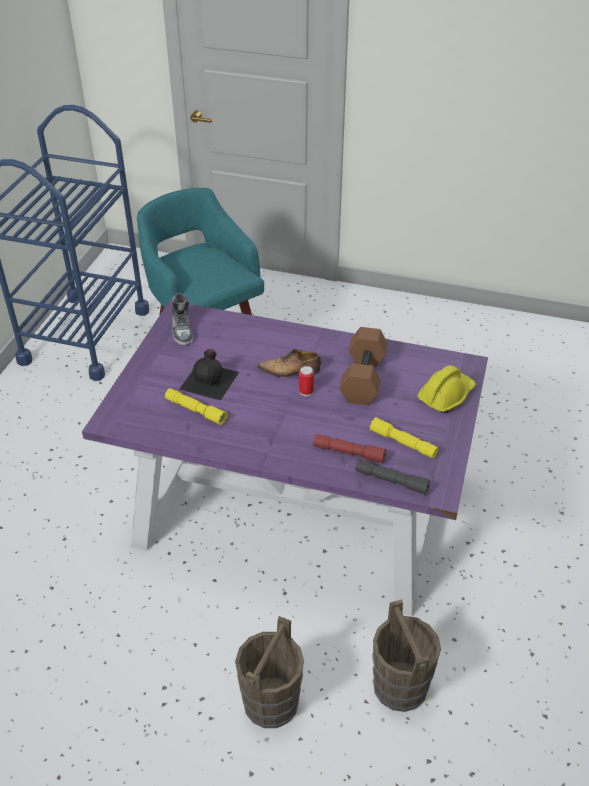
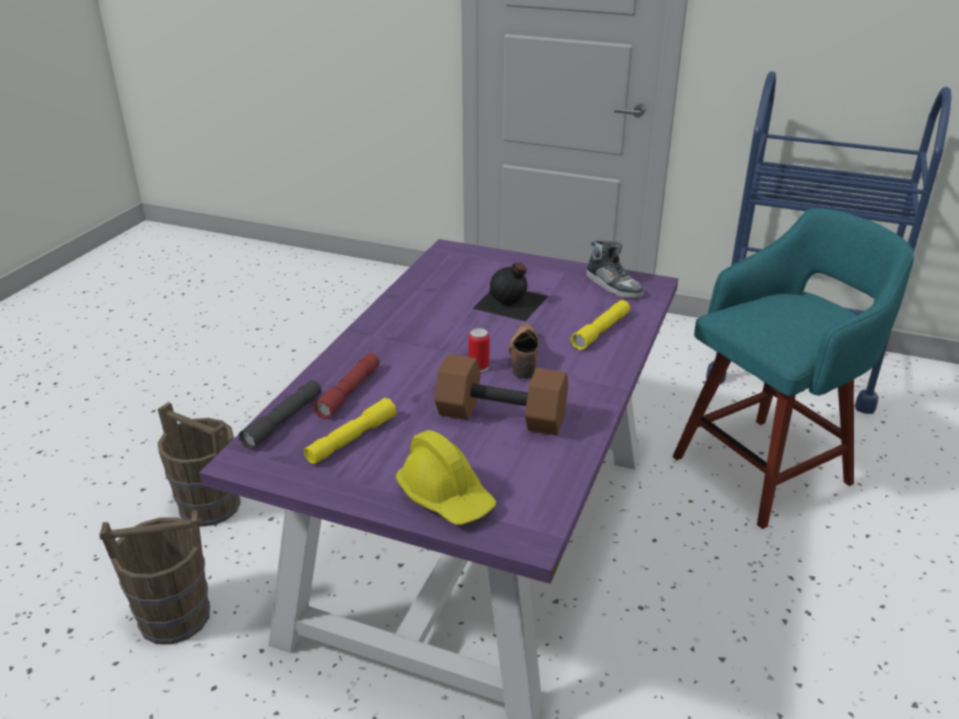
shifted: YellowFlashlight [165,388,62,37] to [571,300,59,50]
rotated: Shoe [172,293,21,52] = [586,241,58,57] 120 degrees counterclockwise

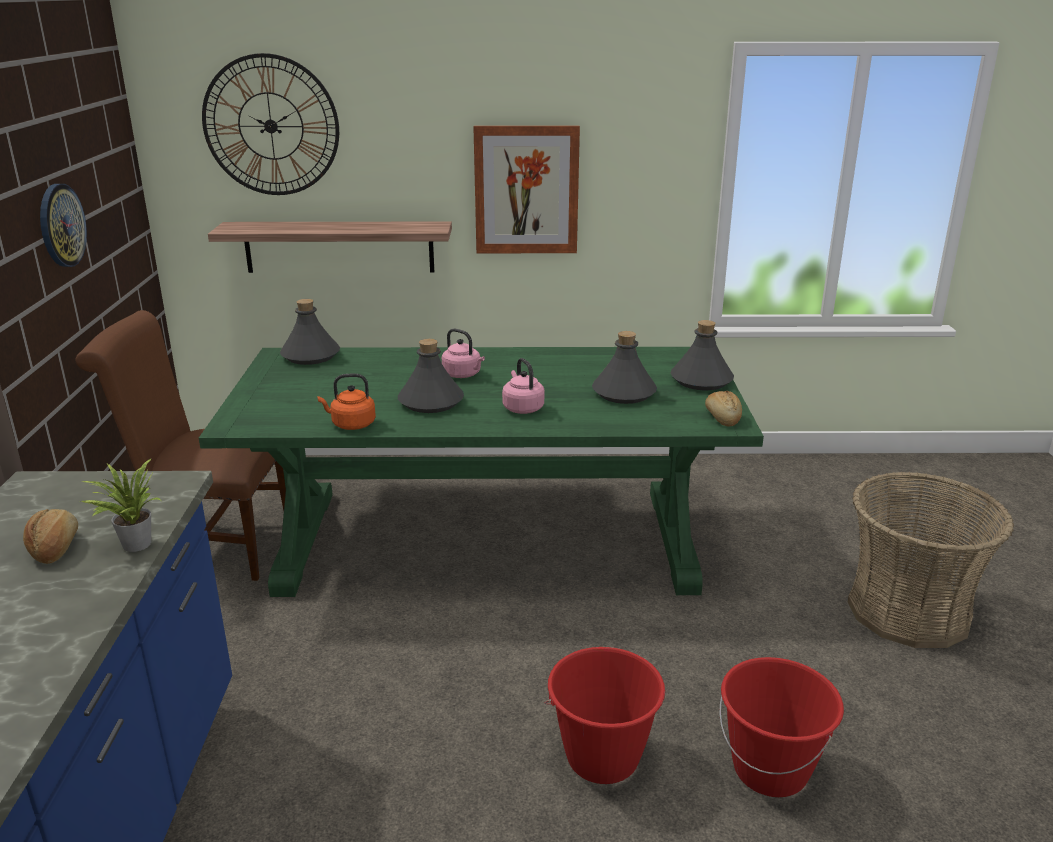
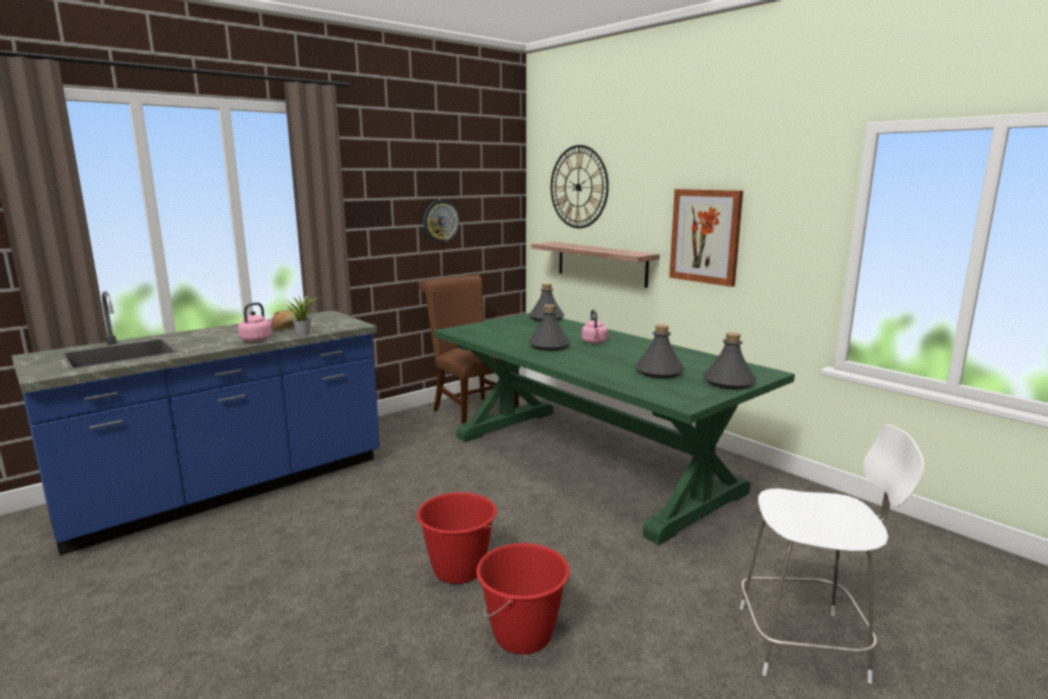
gone: OrangeKettle [317,374,59,56]; Bread [705,391,37,36]
shifted: PinkKettle [502,358,42,56] to [238,303,37,39]
swapped: Basket [848,471,166,177] to WhiteStool [740,424,184,260]

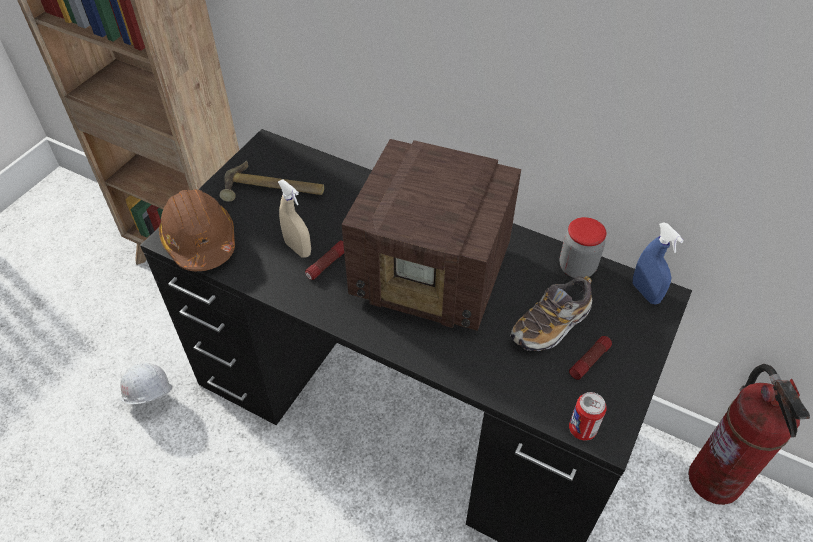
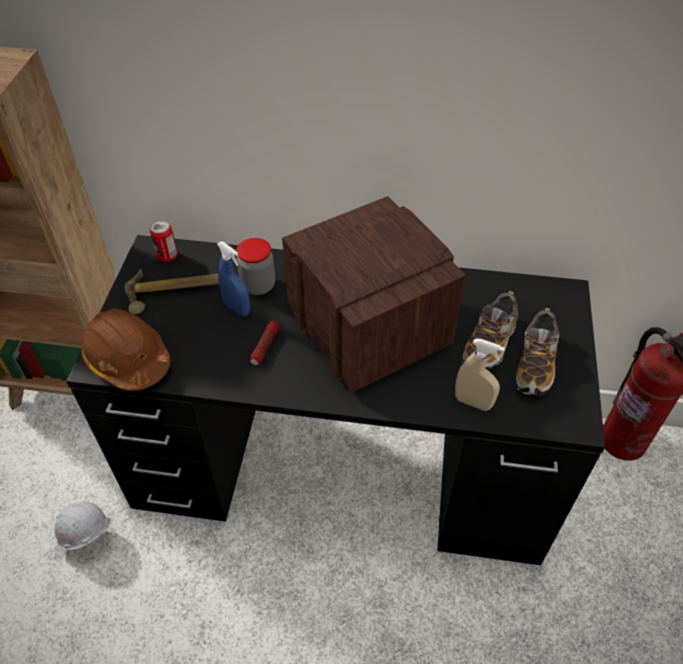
shifted: BeigeSprayBottle [278,180,33,78] to [455,339,50,72]; Jar [559,217,48,61] to [236,238,39,57]; Can [569,392,38,49] to [150,221,28,41]; BlueSprayBottle [633,222,51,83] to [217,241,33,75]
swapped: Flashlight [569,336,43,44] to Shoe [516,308,44,88]
rotated: Radio [341,139,180,192] = [282,196,184,197] 120 degrees counterclockwise

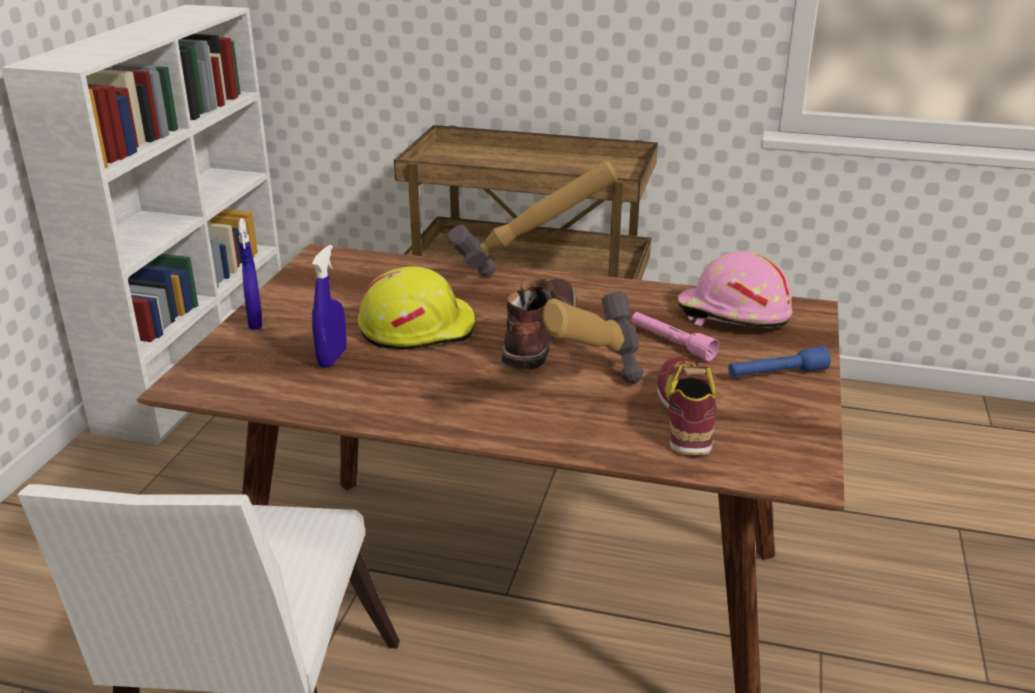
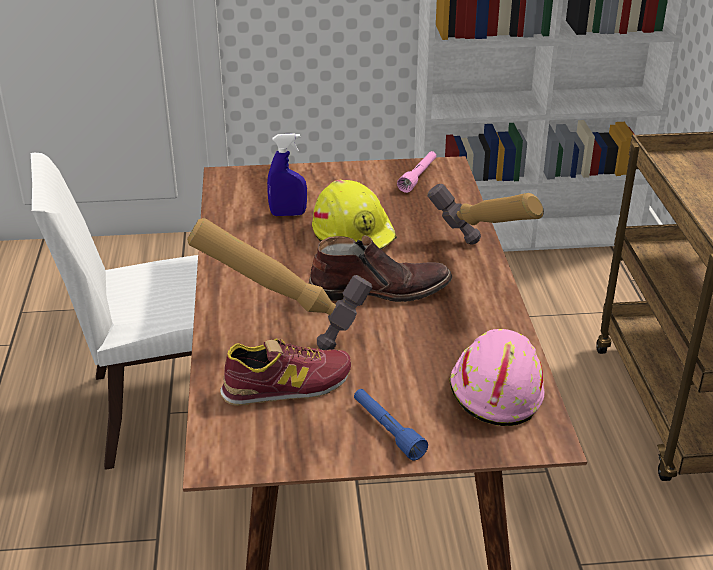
gone: BlueSprayBottle [238,218,24,112]
shifted: PinkFlashlight [632,312,87,49] to [397,151,39,42]

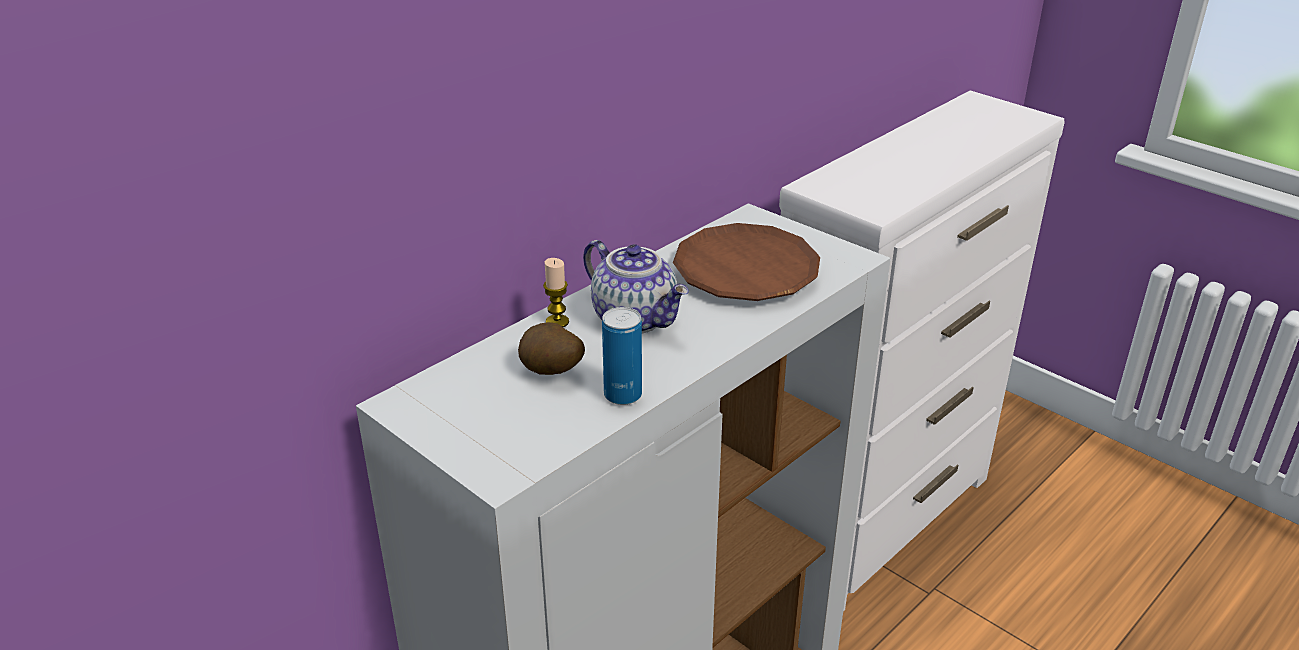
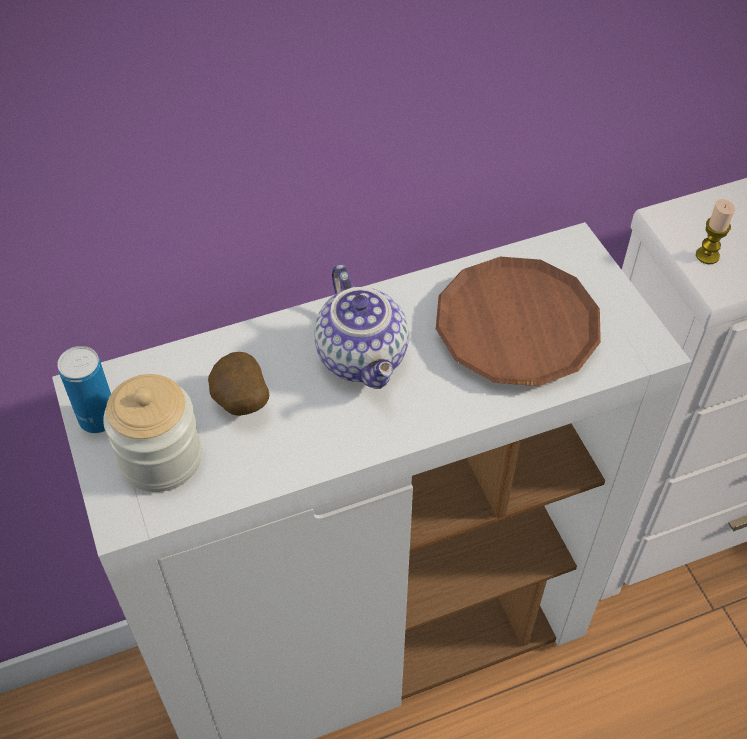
new: Jar [103,374,99,118]
shifted: Candle [543,258,26,69] to [696,199,39,65]; Can [602,307,40,98] to [57,346,54,87]

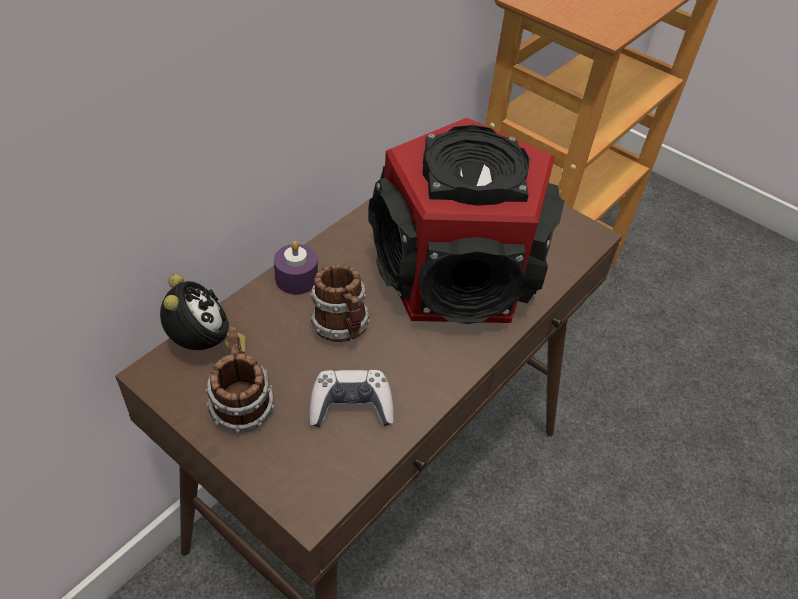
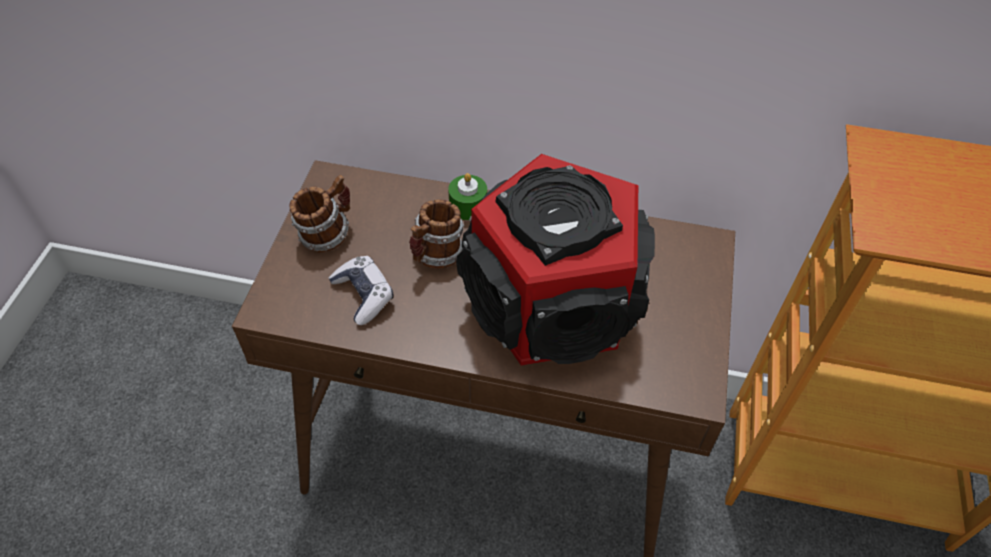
gone: AlarmClock [160,274,86,80]
repainted: PurpleCandle [274,241,44,54] to GreenCandle [448,173,39,47]

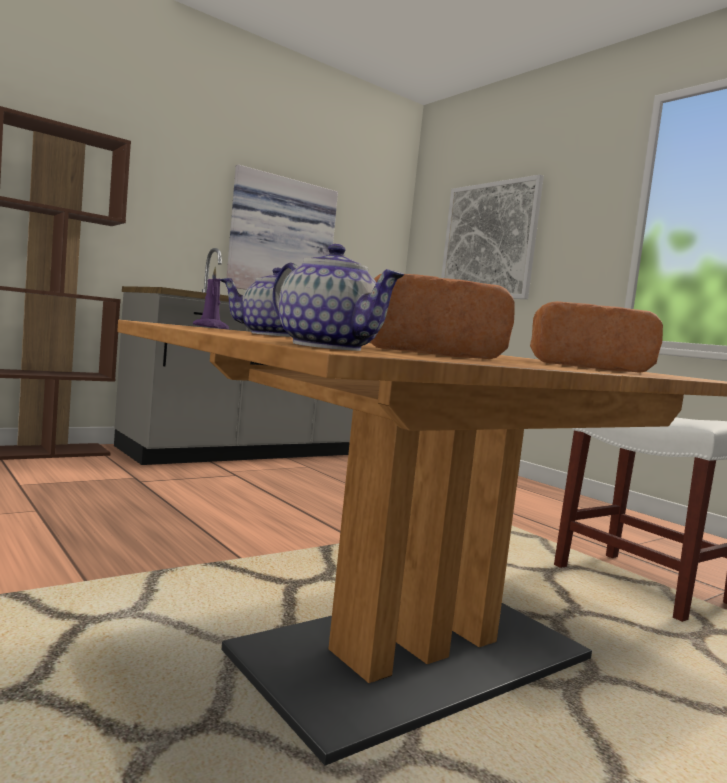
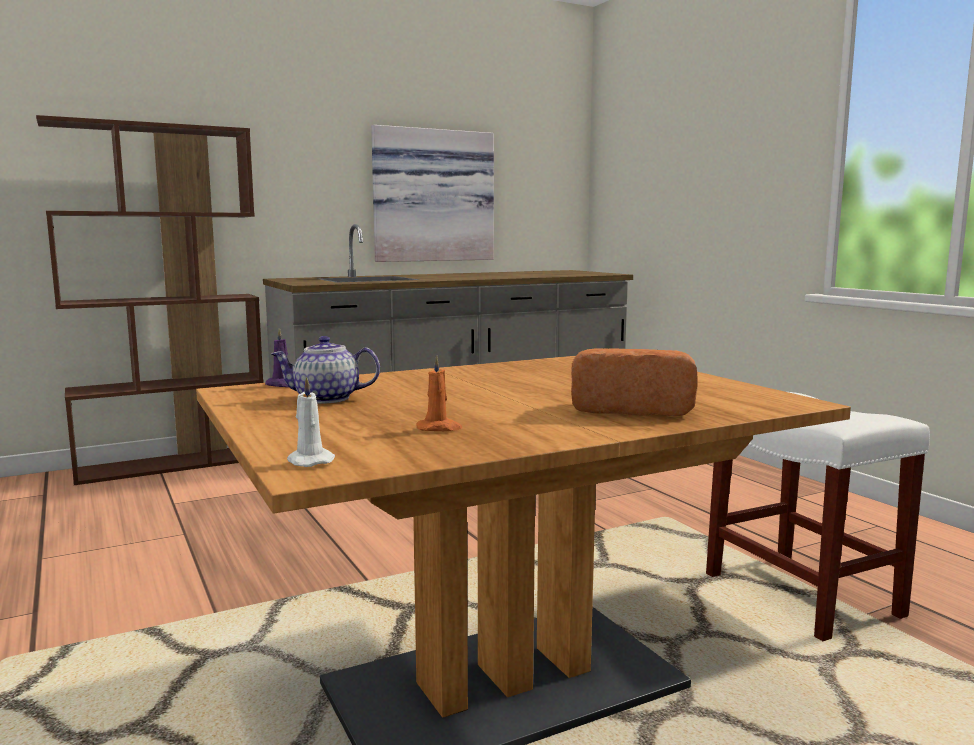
gone: Picture [441,175,103,124]
swapped: Teapot [272,244,133,107] to WhiteCandle [287,376,48,91]; Bread [370,274,144,85] to OrangeCandle [416,356,46,75]

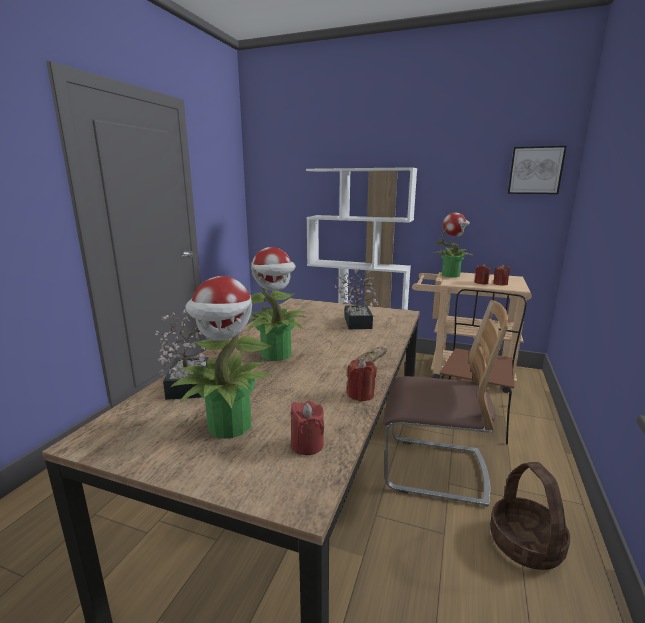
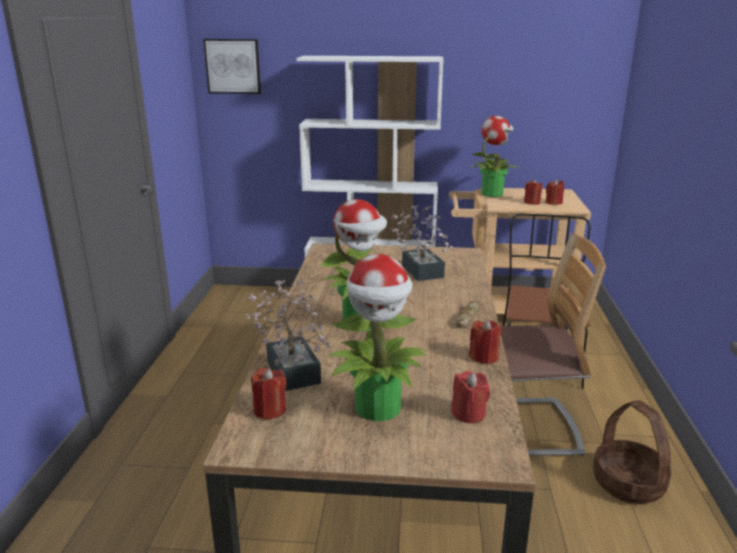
new: RedCandle [251,368,35,52]
shifted: Picture [508,146,58,48] to [203,39,58,55]

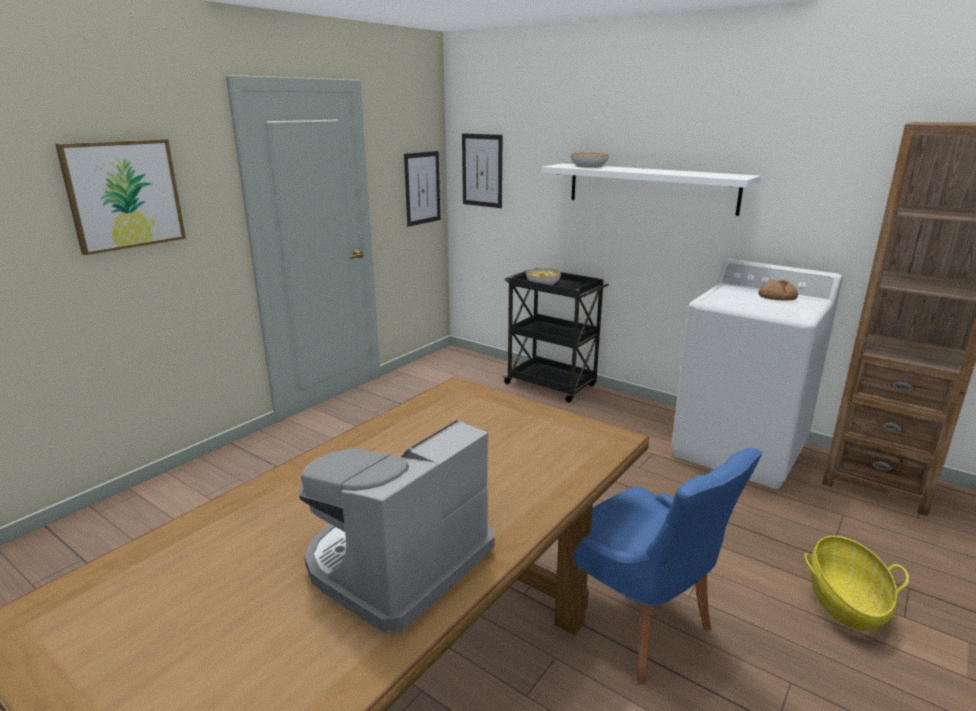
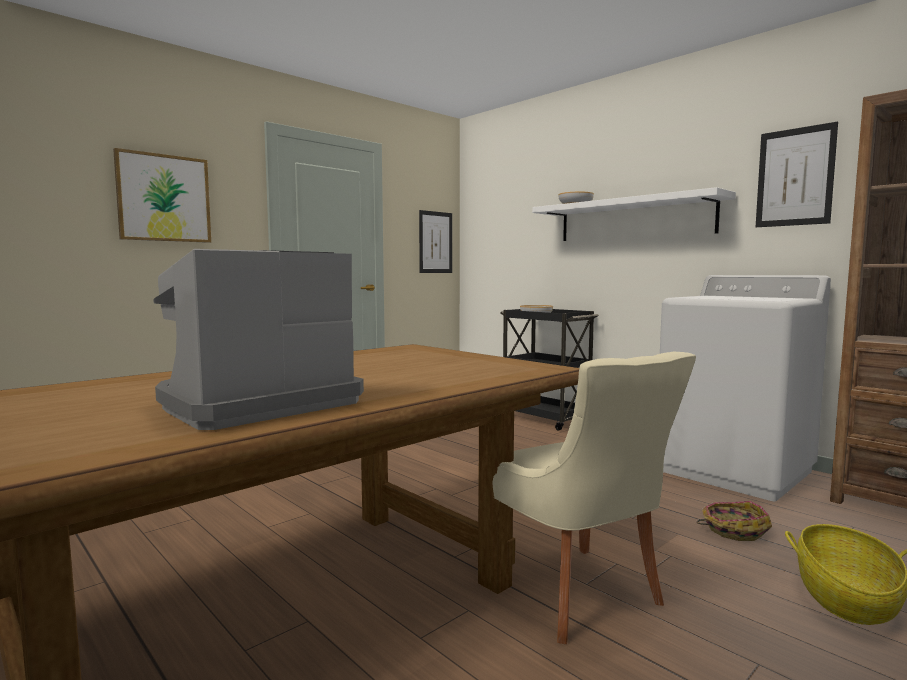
gone: Bread [758,280,40,20]
new: Basket [697,501,75,40]
shifted: Picture [462,133,40,75] to [756,122,82,105]
repainted: BlueChair [558,448,204,237] to BeigeChair [492,352,204,292]

